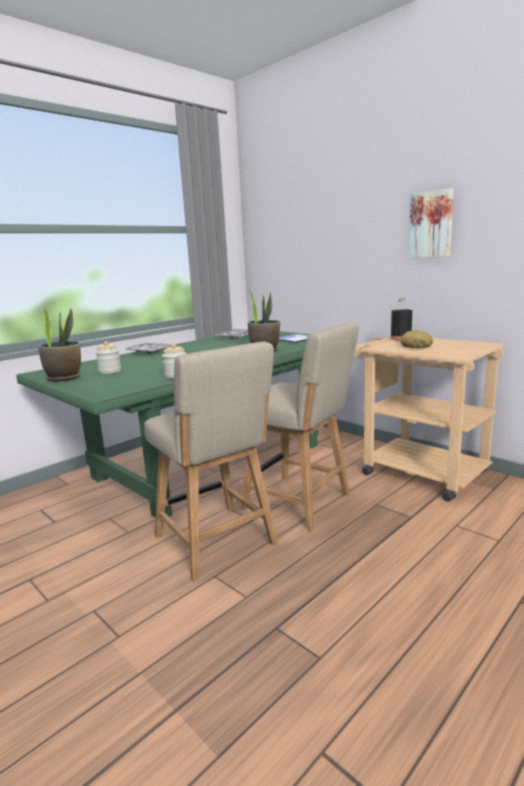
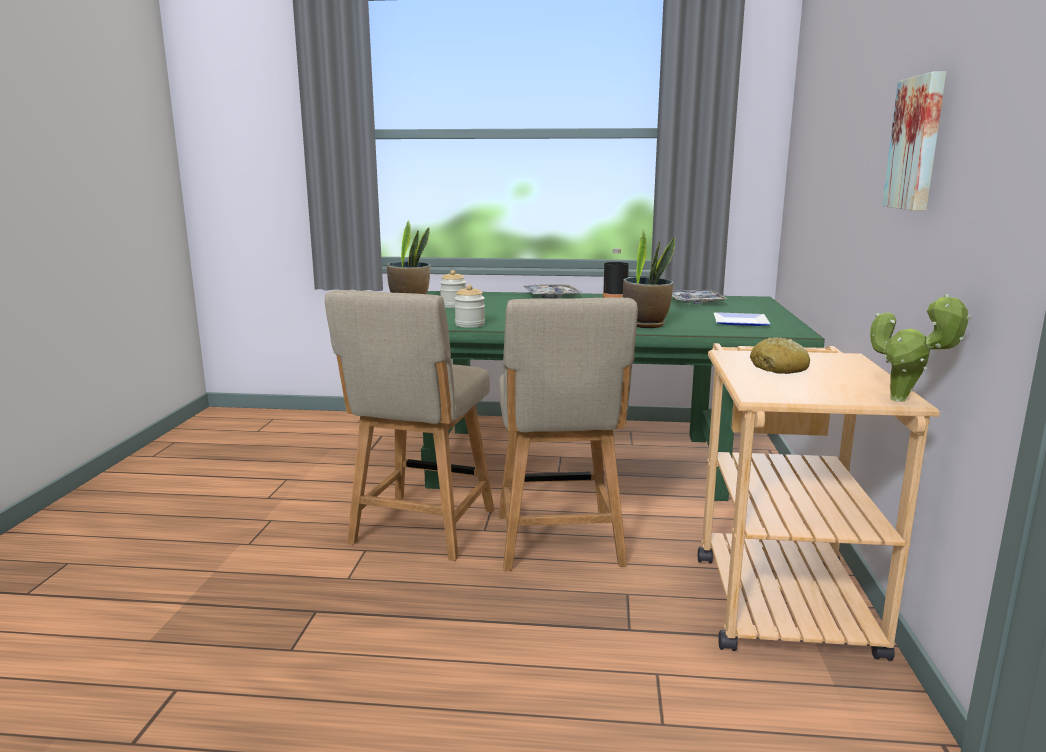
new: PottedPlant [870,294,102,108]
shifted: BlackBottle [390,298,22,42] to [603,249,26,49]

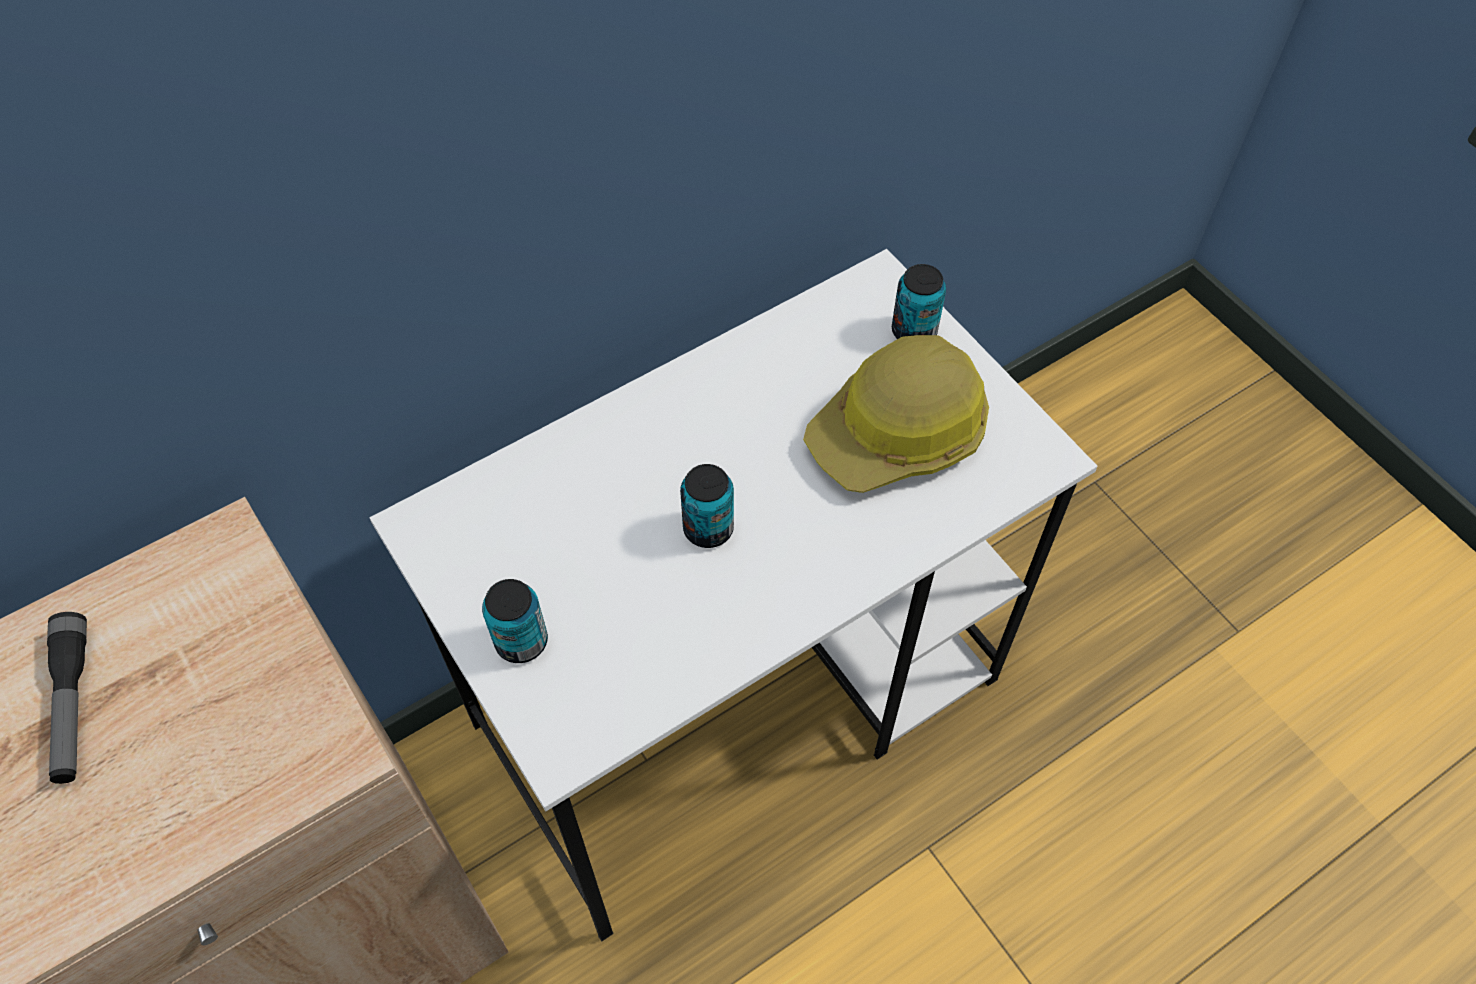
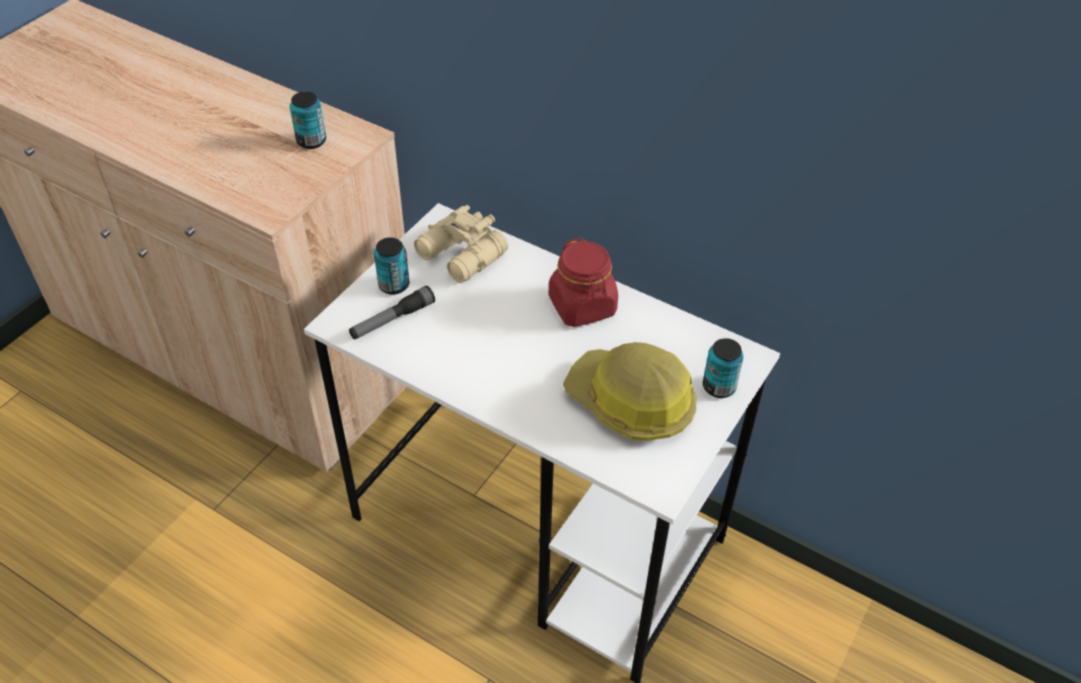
new: BeigeBinoculars [414,205,94,78]; RedJar [548,238,70,89]
shifted: Flashlight [47,612,40,172] to [349,286,86,54]; Can [680,464,54,84] to [290,91,36,58]

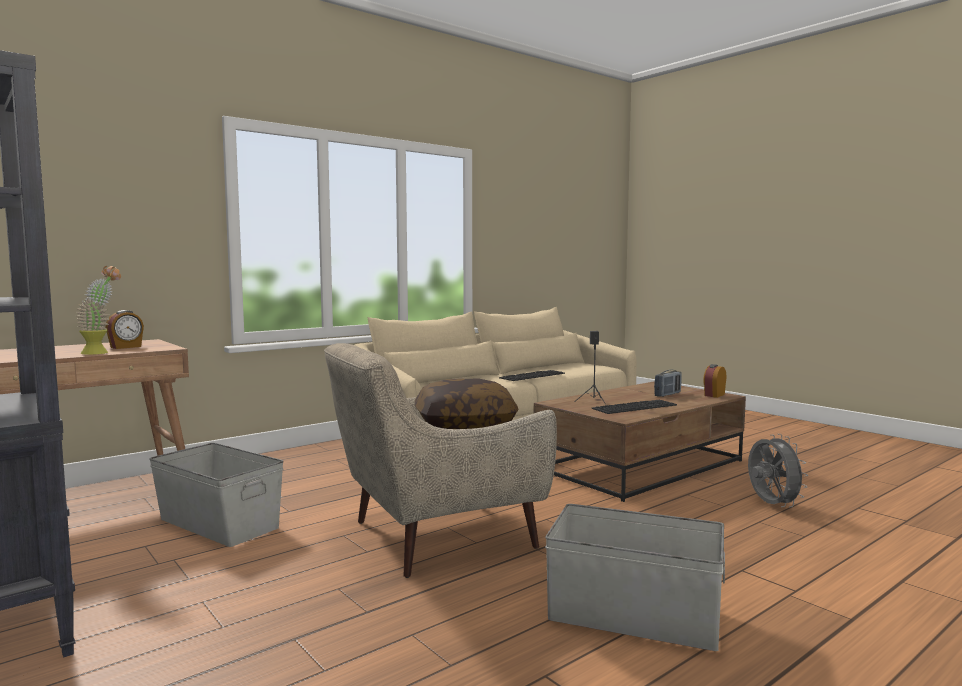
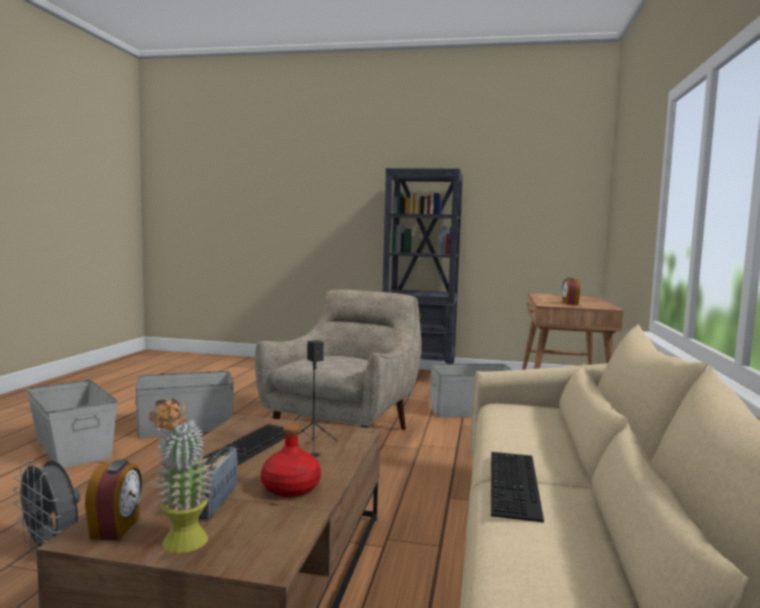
gone: Pillow [415,378,104,51]
new: GreyStorageBox [26,380,92,88]; RedBottle [261,424,60,73]
shifted: PottedPlant [76,266,45,89] to [148,398,66,155]

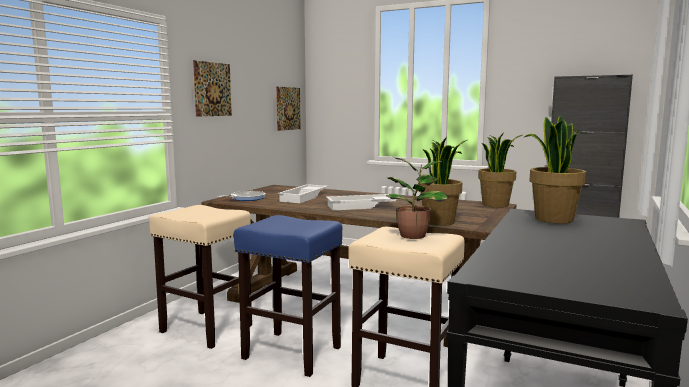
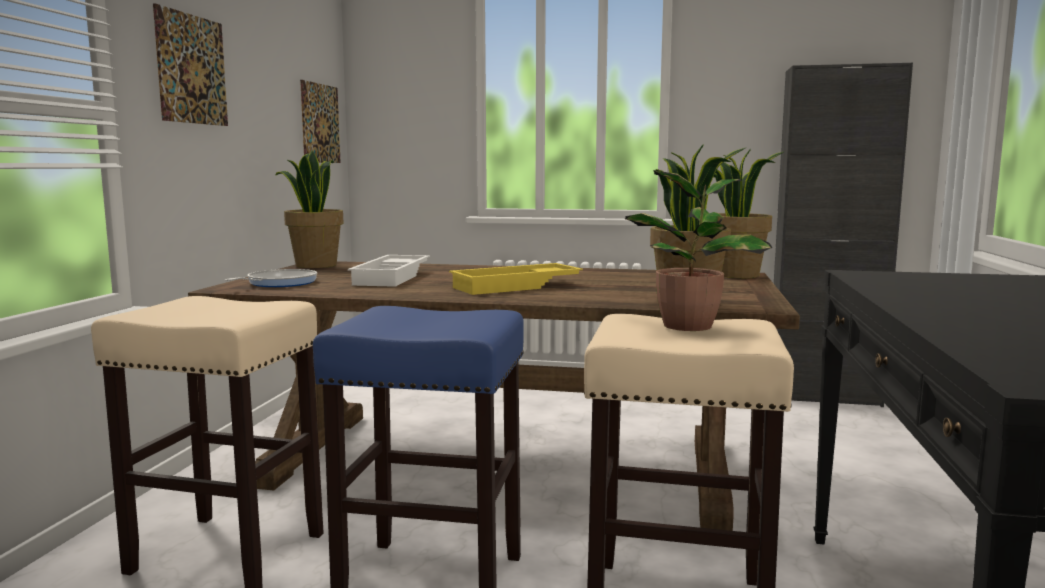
shifted: PottedPlant [524,115,62,109] to [275,151,68,117]
repainted: WhiteTray [326,194,70,16] to YellowTray [449,263,134,32]

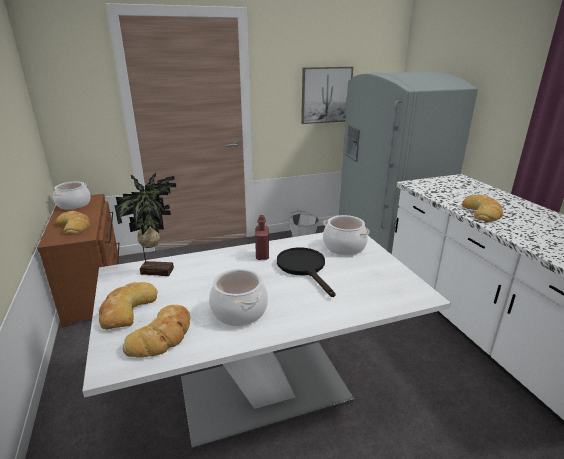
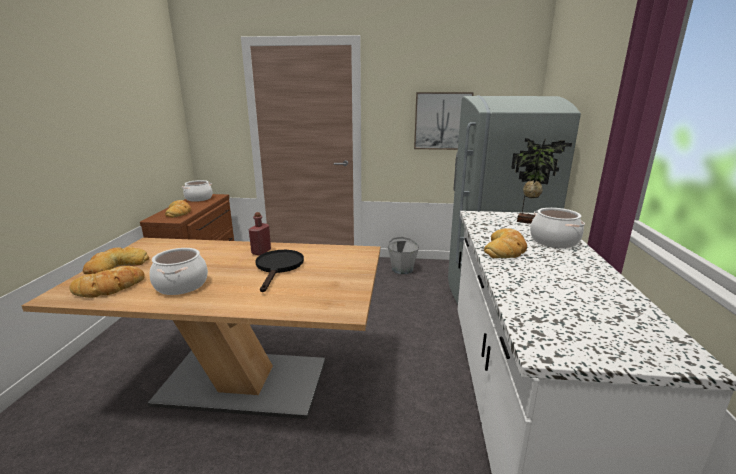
shifted: PottedPlant [114,173,62,103] to [511,138,61,86]; CookingPot [323,215,47,40] to [530,208,55,40]
repainted: WhiteDiningTable [82,233,369,218] to BrownDiningTable [22,238,358,181]

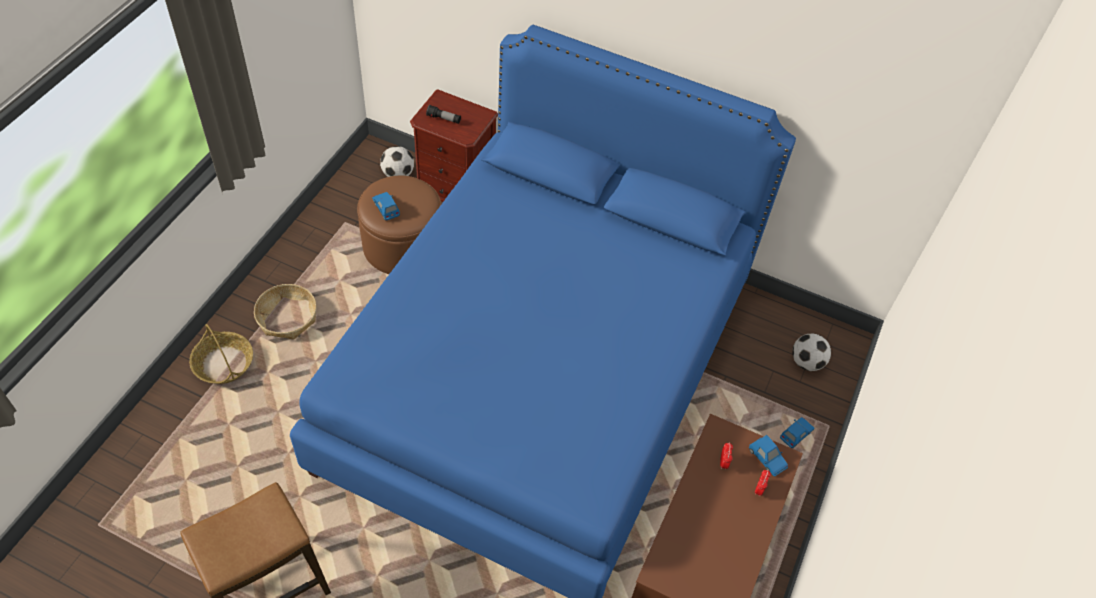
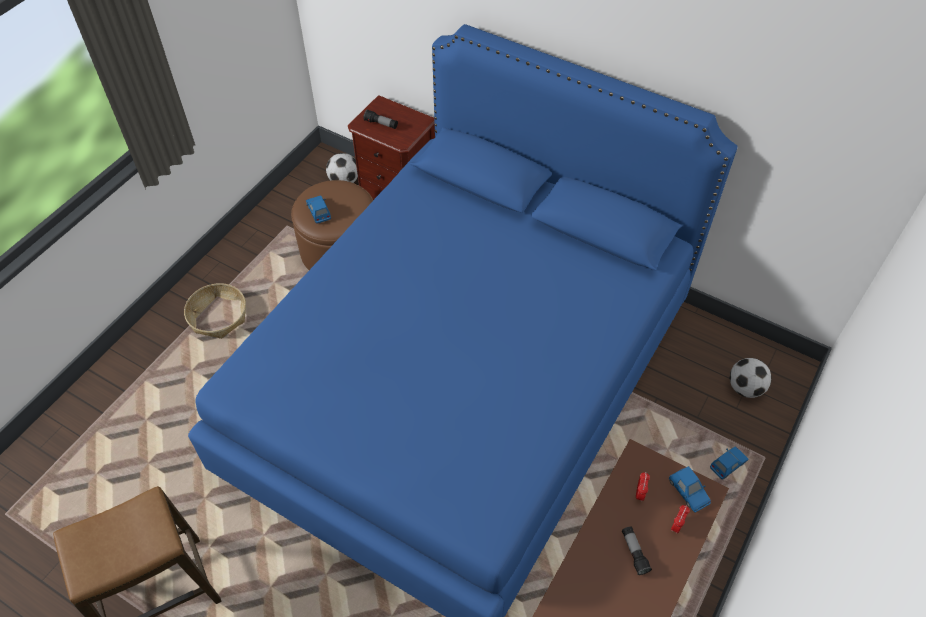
gone: Basket [189,324,64,60]
new: Flashlight [622,527,30,48]

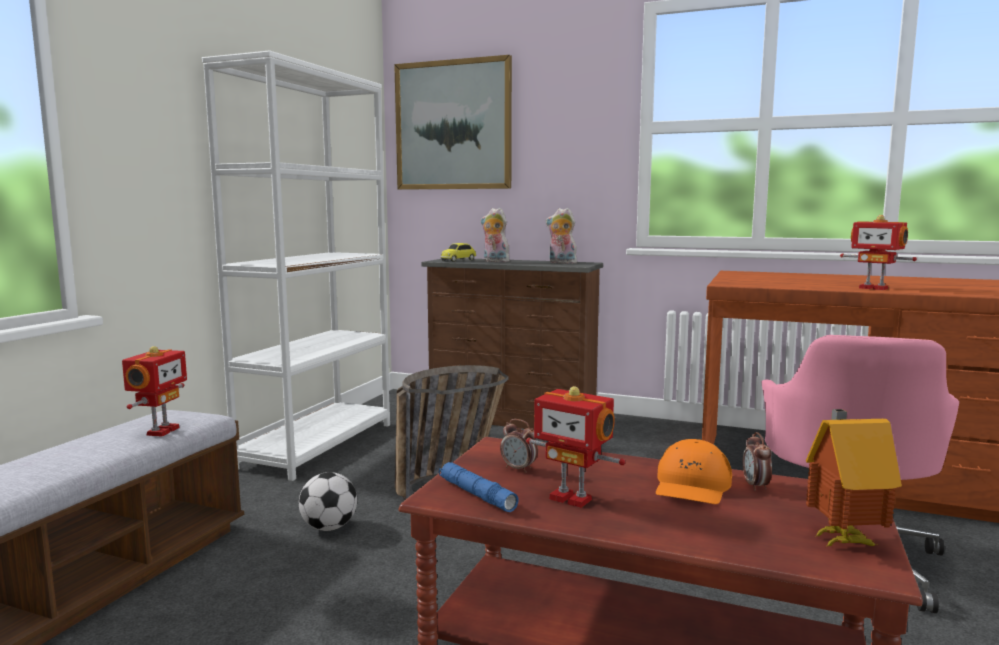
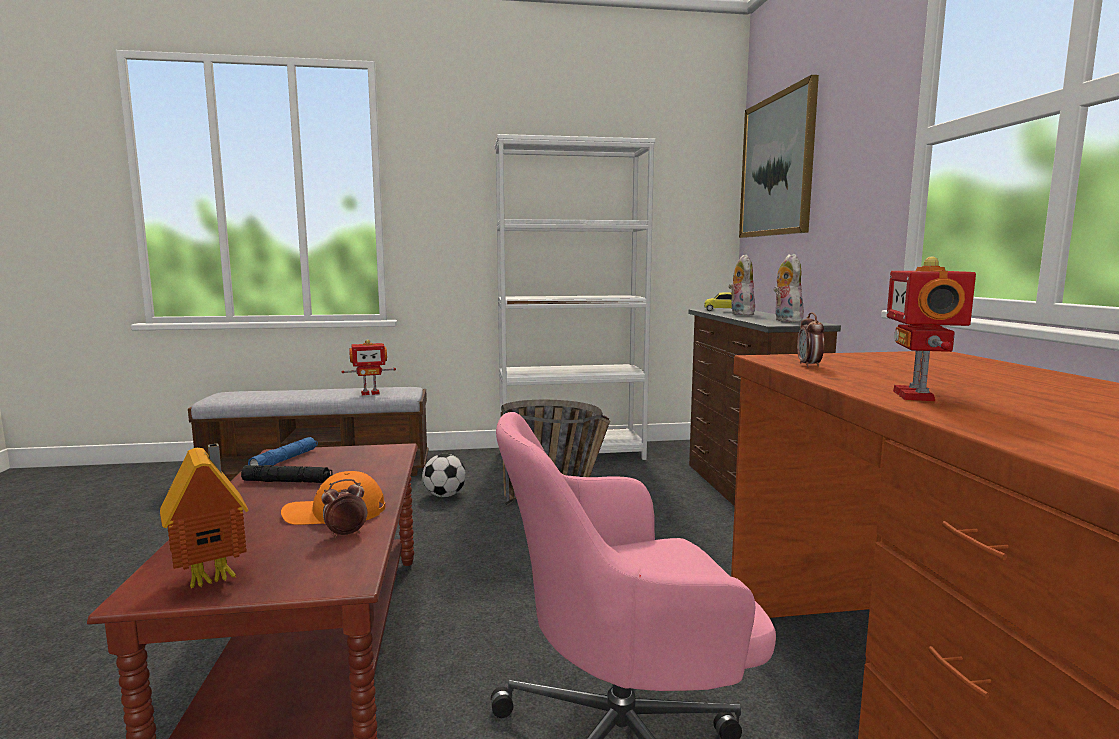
shifted: AlarmClock [500,419,38,54] to [797,312,27,56]
swapped: ToyRobot [526,386,99,122] to BlackFlashlight [241,465,92,18]

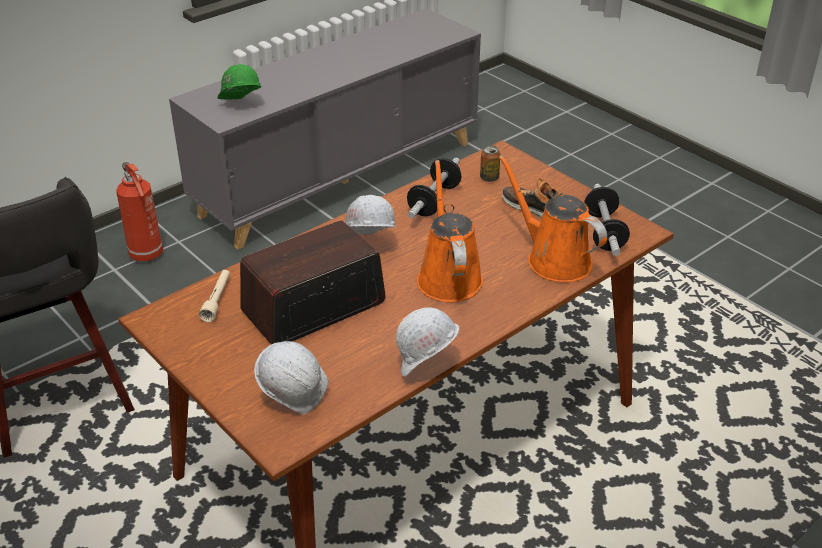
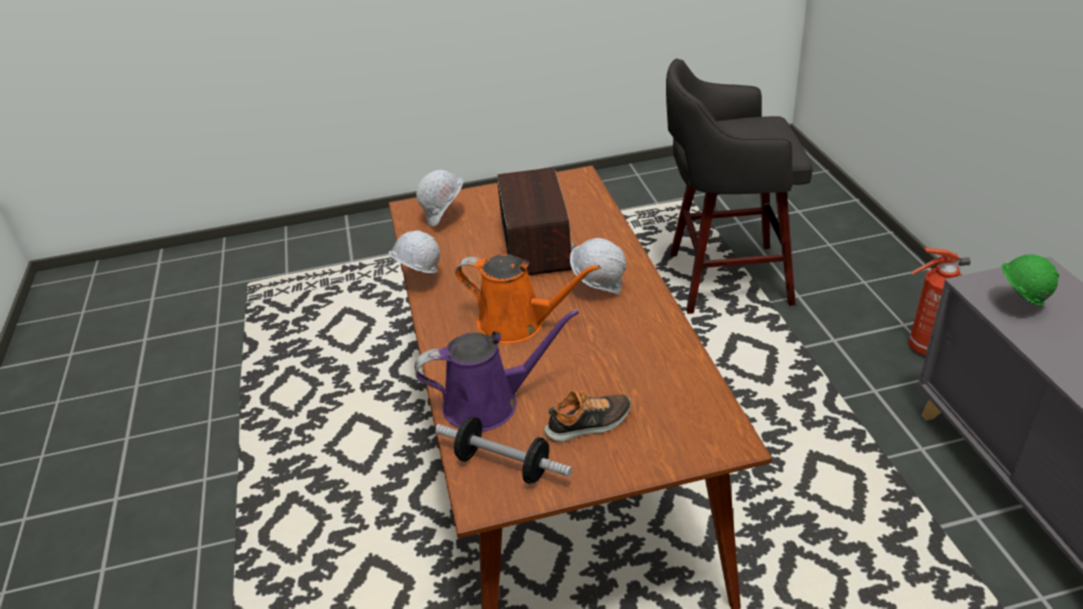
gone: BeigeFlashlight [199,270,31,52]; Dumbbell [407,158,54,60]; Can [480,145,20,37]
repainted: OrangeWateringCan [498,155,109,127] to PurpleWateringCan [415,309,164,122]

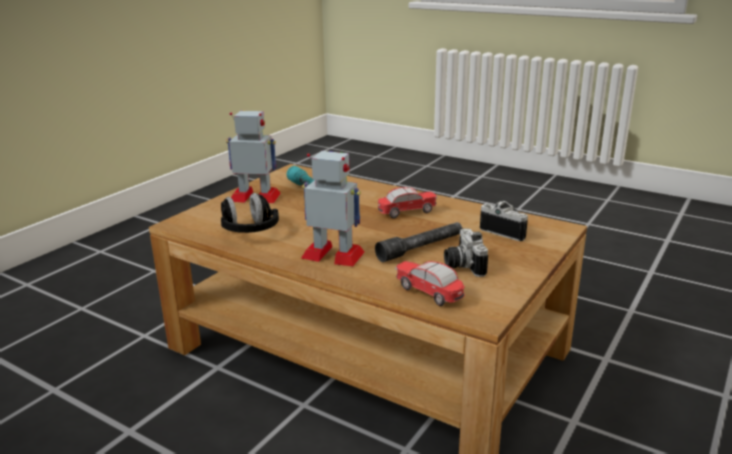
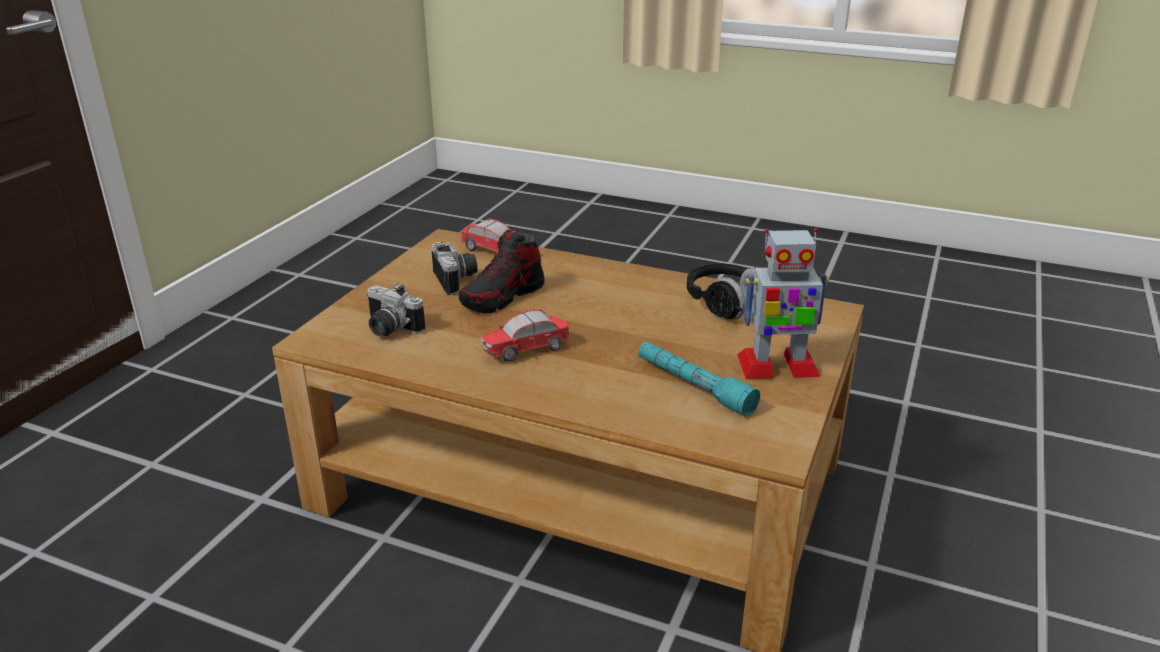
gone: ToyRobot [301,151,64,115]
swapped: GreyFlashlight [375,222,88,40] to Shoe [459,230,85,84]

